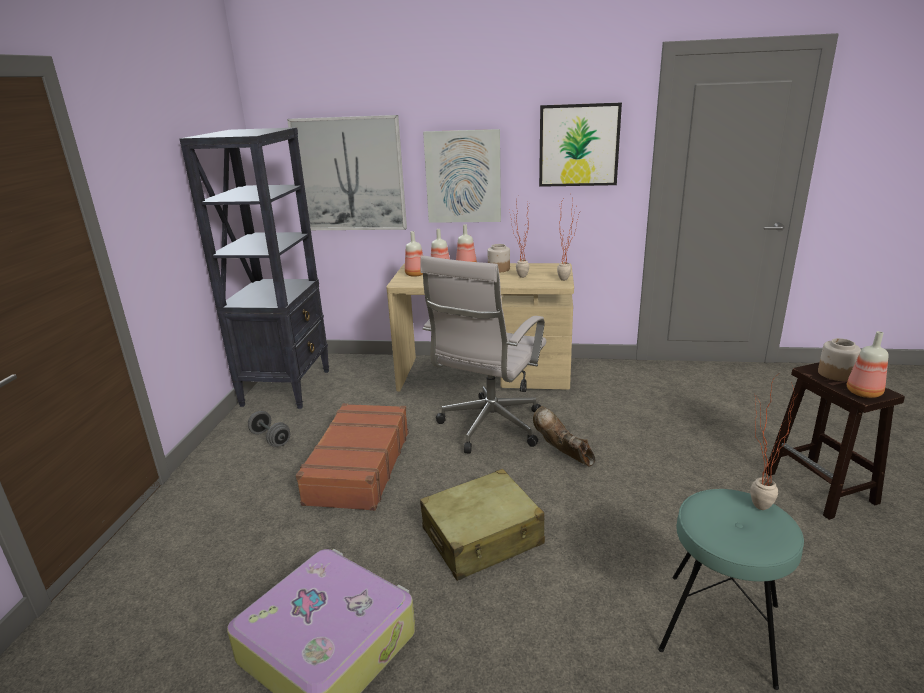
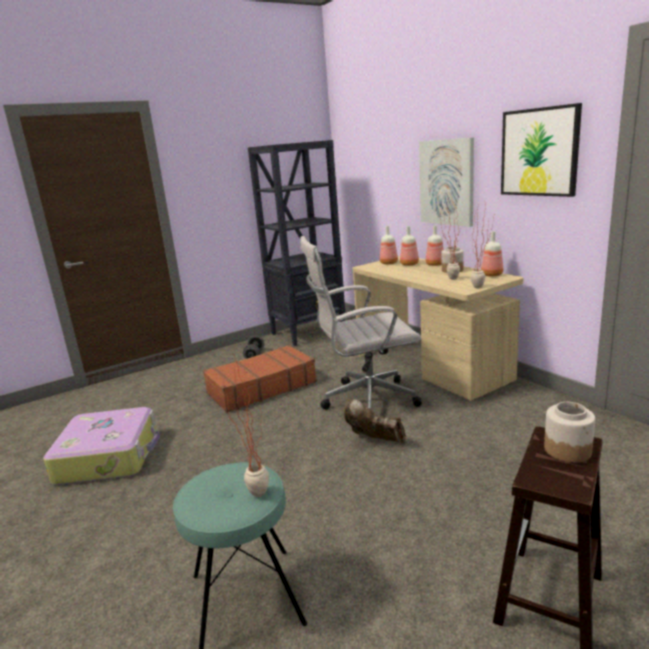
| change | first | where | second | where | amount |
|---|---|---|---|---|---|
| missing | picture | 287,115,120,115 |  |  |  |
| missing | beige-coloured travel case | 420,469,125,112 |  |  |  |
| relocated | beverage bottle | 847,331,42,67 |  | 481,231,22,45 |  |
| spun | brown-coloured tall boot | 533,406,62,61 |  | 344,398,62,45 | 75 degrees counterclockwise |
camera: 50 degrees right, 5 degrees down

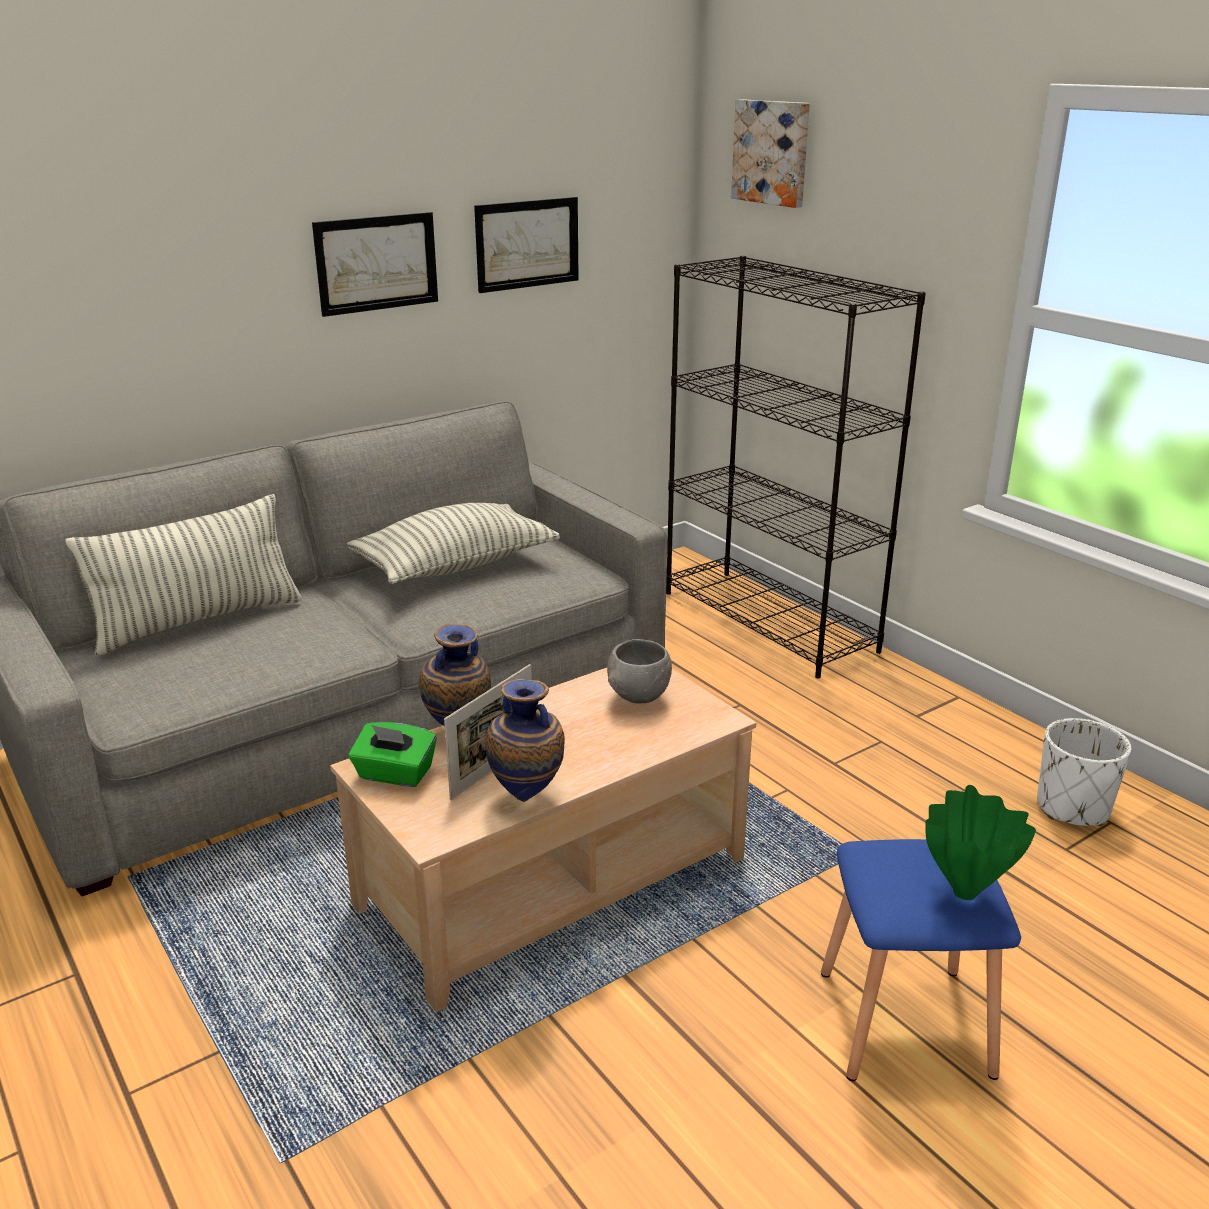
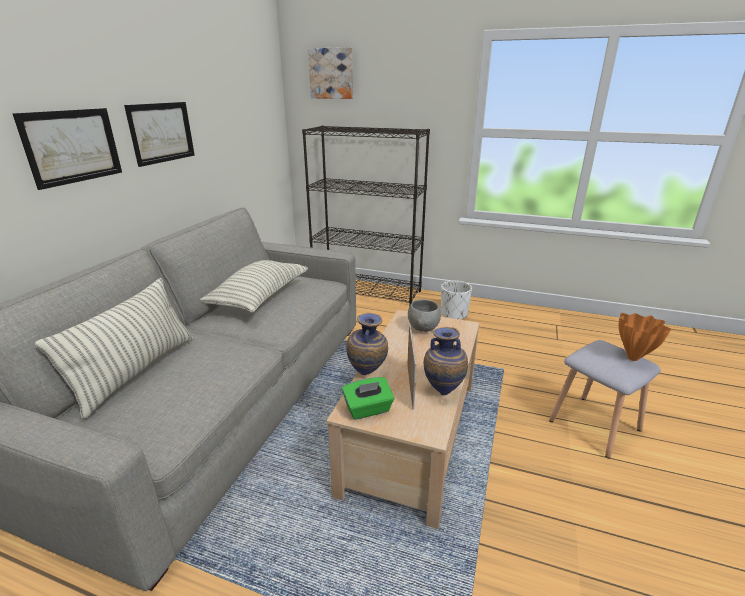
| change | first | where | second | where | amount |
|---|---|---|---|---|---|
| relocated | picture | 474,197,105,96 |  | 12,108,110,82 |  |
| relocated | white planter | 1037,718,94,108 |  | 441,280,31,39 |  |
| colour | bluish stool seat | 821,839,200,242 | gray stool seat | 549,340,112,118 |  |
| colour | green decorative vase | 925,785,111,115 | orange-coloured decorative vase | 619,313,52,48 |  |
camera: 35 degrees left, 0 degrees up

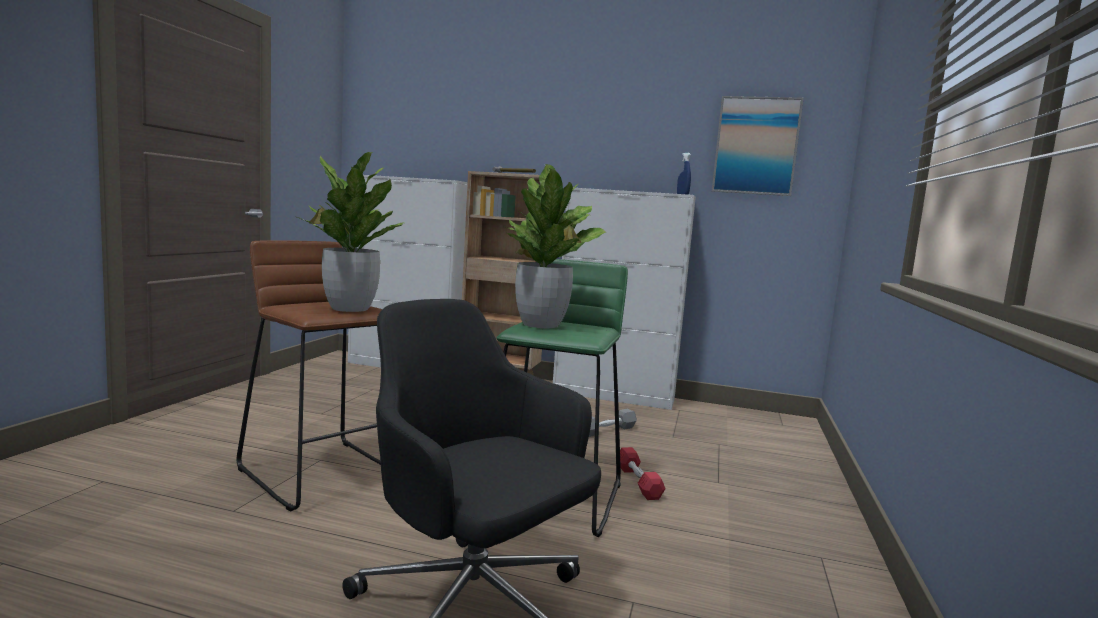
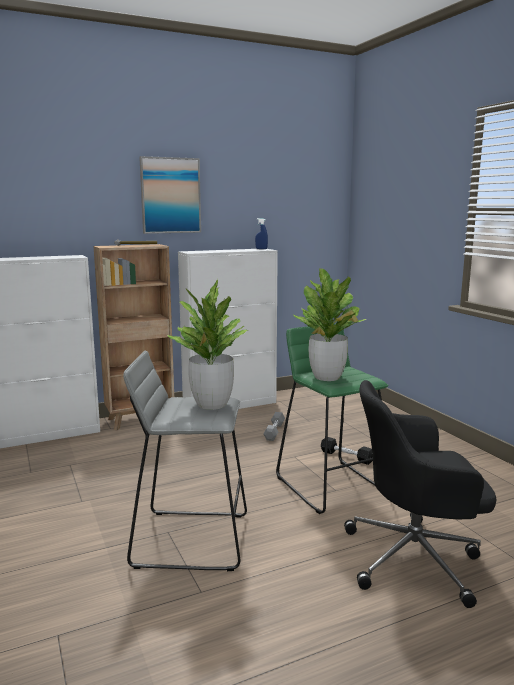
| change | first | where | second | where | amount |
|---|---|---|---|---|---|
| relocated | picture | 712,96,92,100 |  | 139,156,62,78 |  |
| colour | brown-coloured stool seat | 237,240,146,271 | gray stool seat | 123,351,124,220 |  |
| colour | red-coloured hand weight | 620,447,46,53 | black-coloured hand weight | 321,437,52,28 |  |
camera: 40 degrees left, 5 degrees up

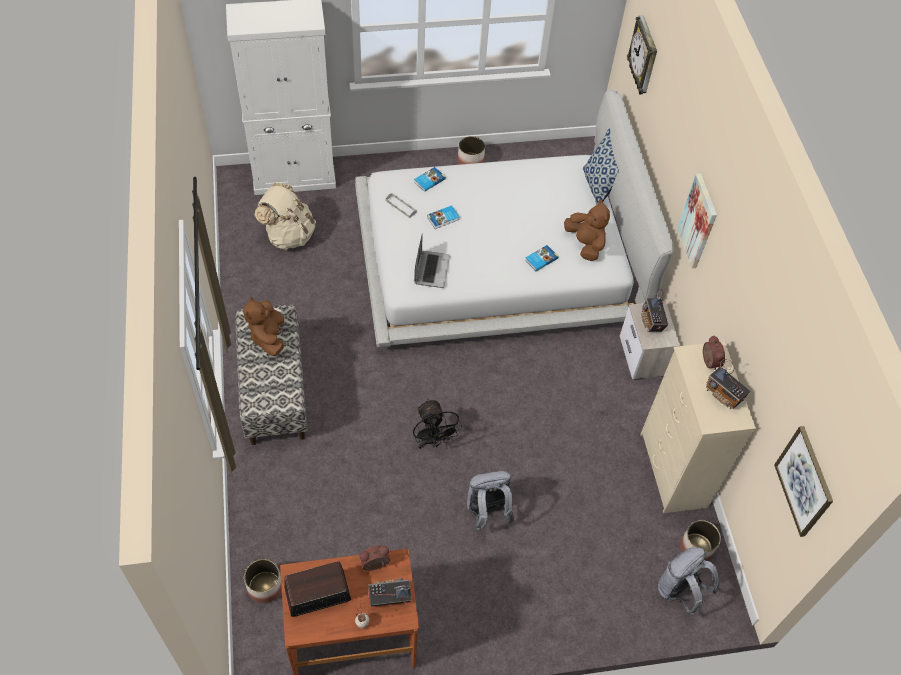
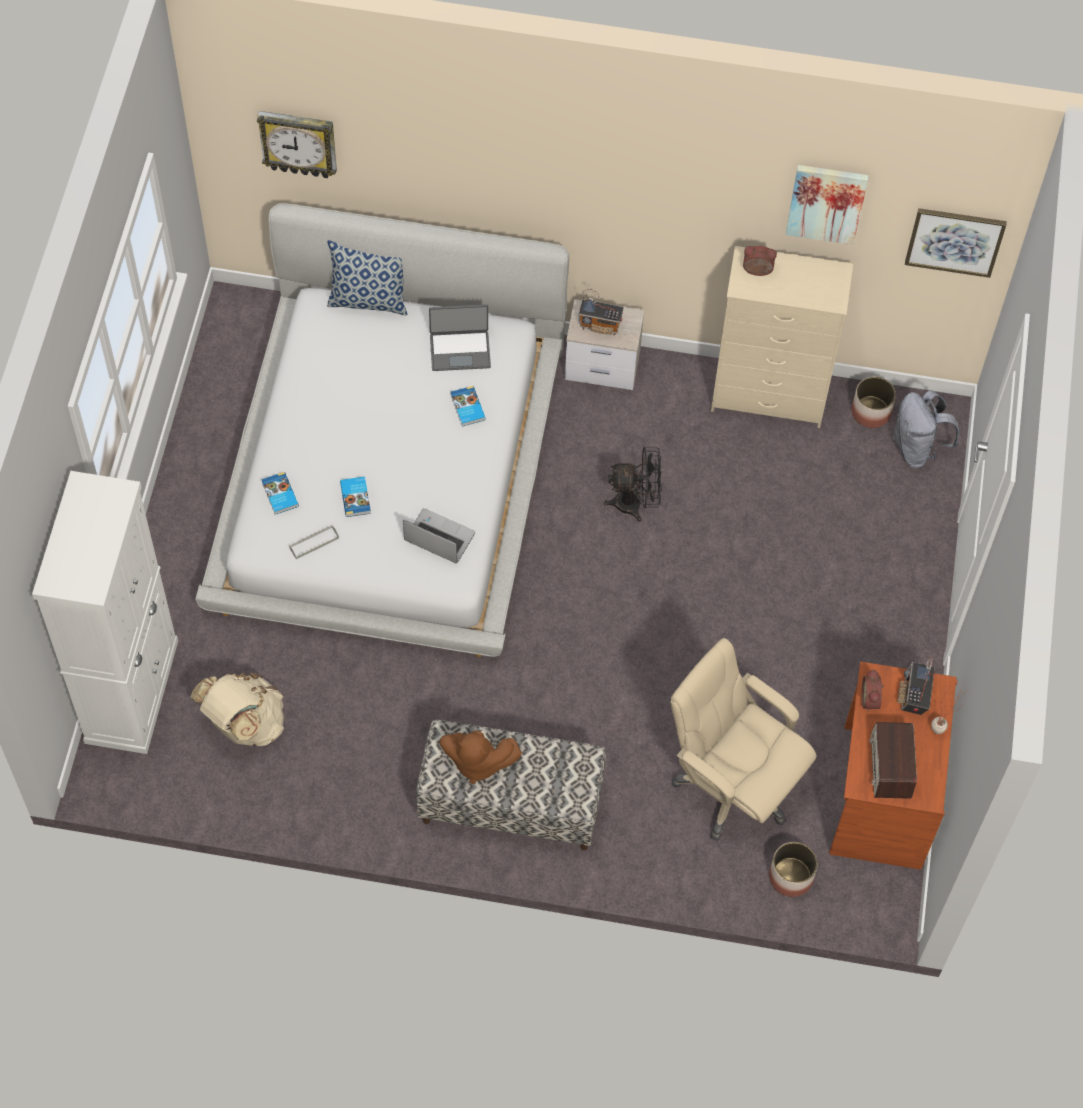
| change | first | where | second | where | amount |
|---|---|---|---|---|---|
| missing | planter | 457,136,28,29 |  |  |  |
| missing | gray knapsack | 466,471,48,60 |  |  |  |
| missing | radio receiver | 706,359,44,50 |  |  |  |
| appeared |  |  | beige-coloured desk chair | 671,638,145,202 |  |
| relocated | black-coloured cooling fan | 413,399,49,50 |  | 604,447,58,75 |  |
| relocated | picture | 677,173,40,96 |  | 786,165,83,80 |  |
| exchanged | brown-coloured plush toy | 564,199,46,62 | notebook computer | 429,304,62,67 |  |
camera: 70 degrees left, 5 degrees up

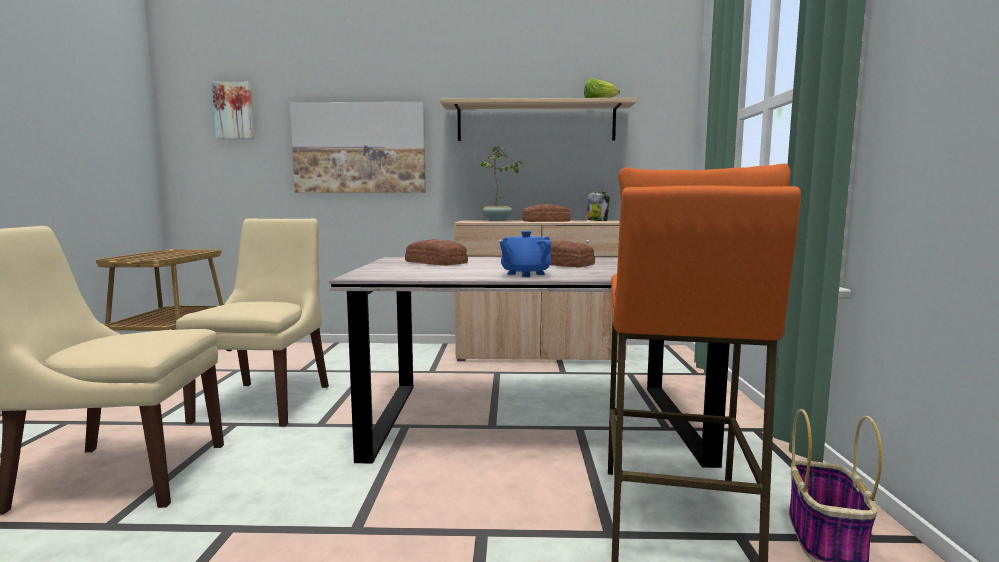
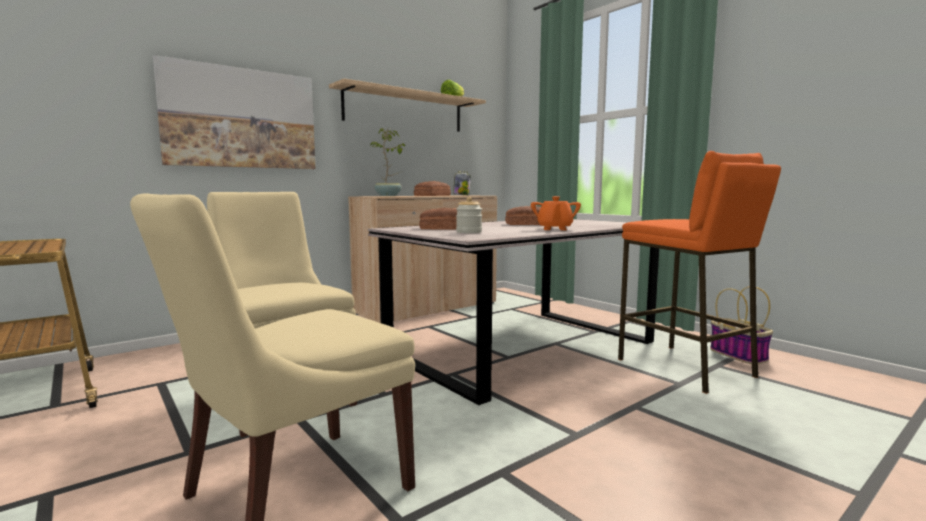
| change | first | where | second | where | amount |
|---|---|---|---|---|---|
| missing | picture | 212,82,42,57 |  |  |  |
| appeared |  |  | preserve jar | 456,197,26,36 |  |
| colour | bluish tea pot | 500,231,52,46 | orange-coloured tea pot | 531,196,50,34 |  |
camera: 40 degrees left, 0 degrees up

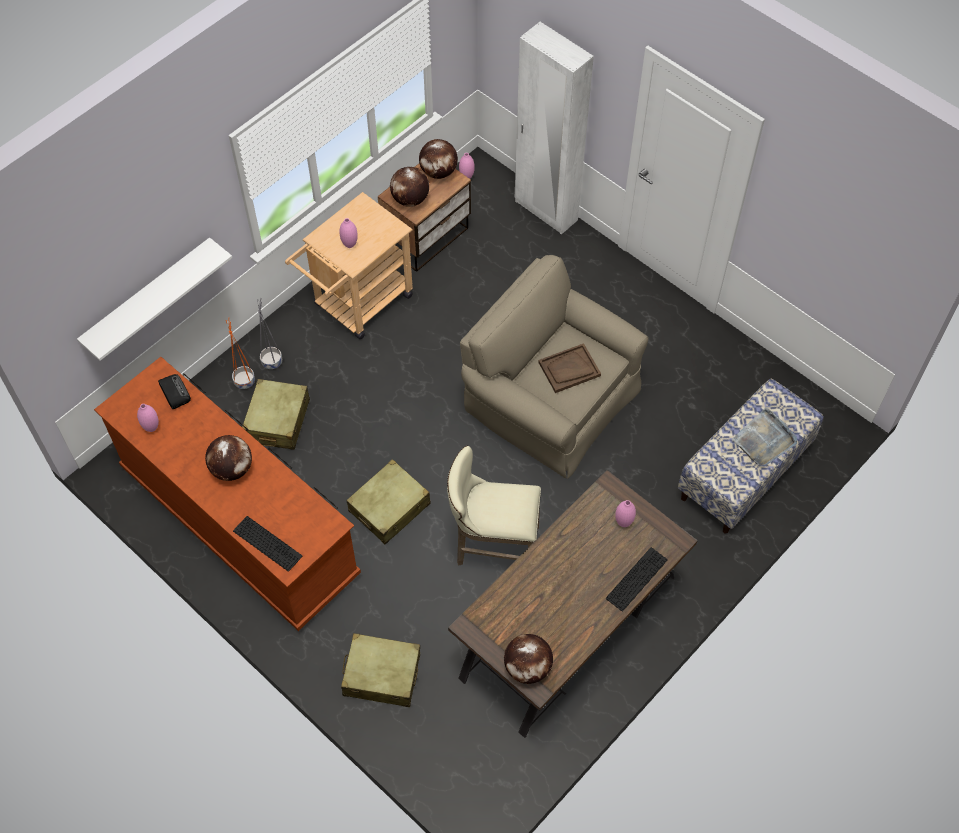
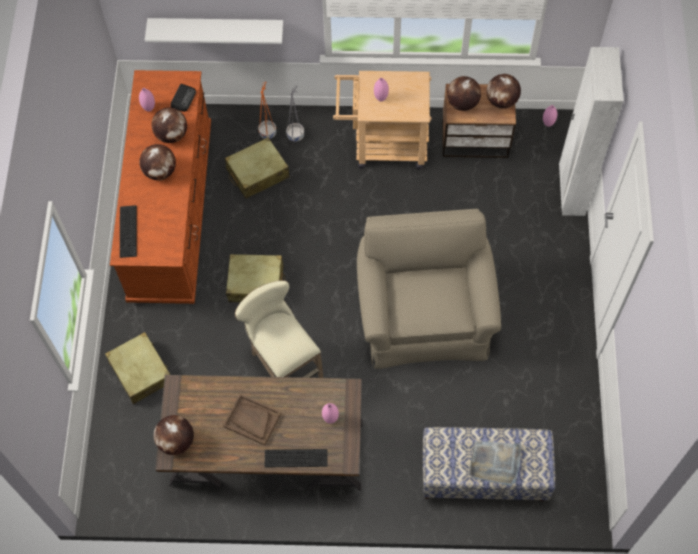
| change | first | where | second | where | amount |
|---|---|---|---|---|---|
| appeared |  |  | globe | 152,107,35,36 |  |
| relocated | brown-coloured tray | 538,343,63,50 |  | 223,394,58,51 |  |
camera: 50 degrees right, 5 degrees up

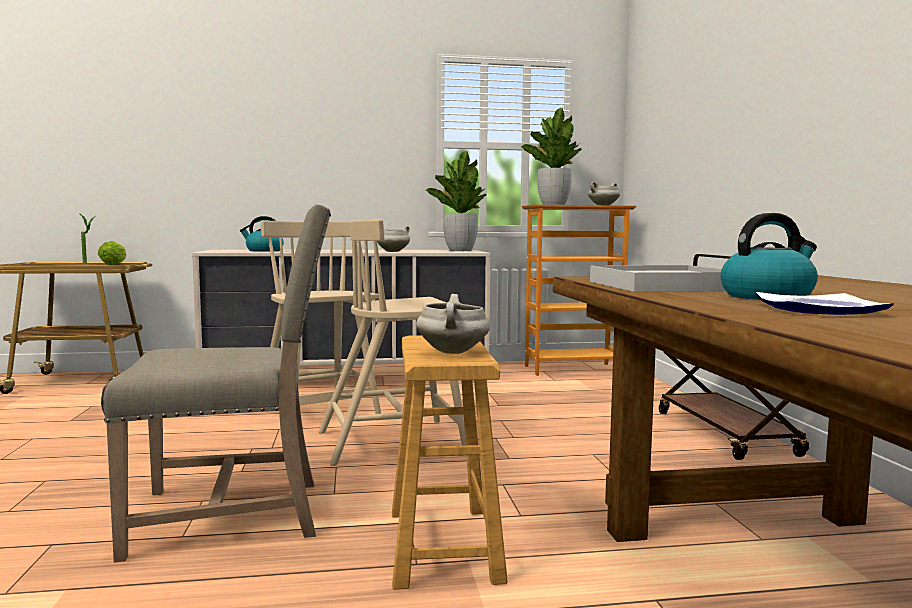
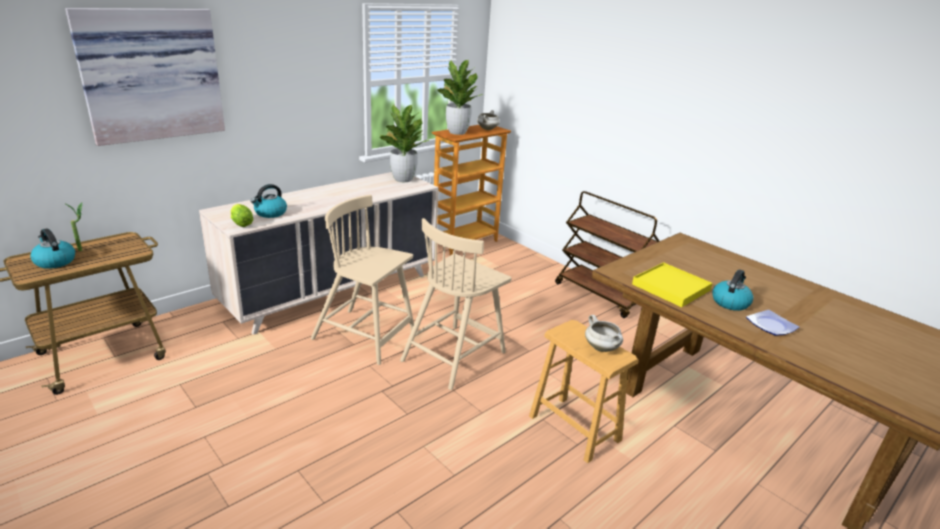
| change | first | where | second | where | amount |
|---|---|---|---|---|---|
| missing | beige-coloured upright chair | 101,205,230,358 |  |  |  |
| missing | white stockpot | 377,226,33,26 |  |  |  |
| appeared |  |  | tea kettle | 30,228,45,41 |  |
| appeared |  |  | picture | 65,8,160,138 |  |
| relocated | lettuce head | 98,241,28,24 |  | 230,204,24,23 |  |
| colour | white tray | 590,265,136,27 | yellow tray | 632,262,80,45 |  |
camera: 35 degrees left, 20 degrees up

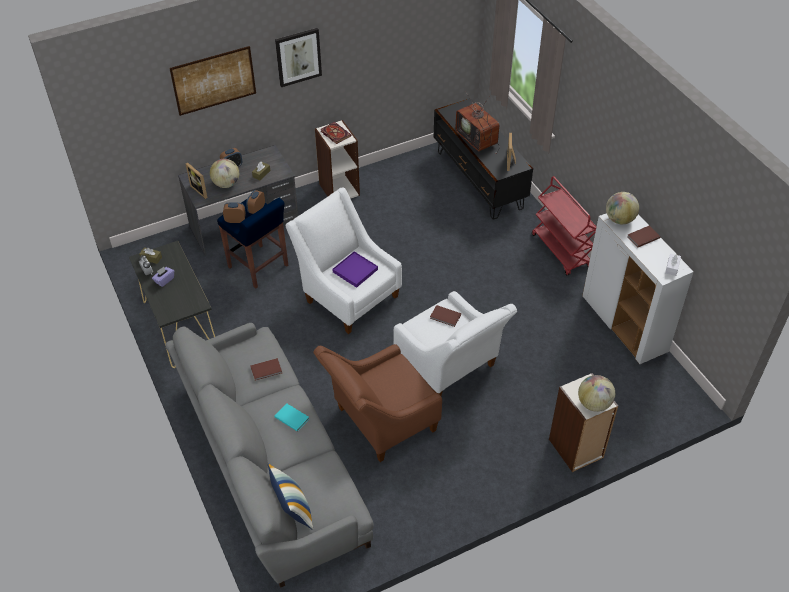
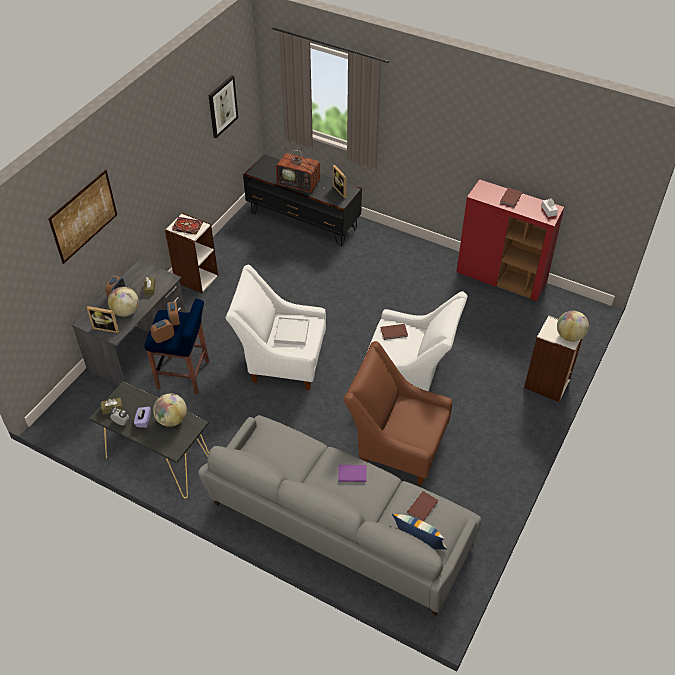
| change | first | where | second | where | amount |
|---|---|---|---|---|---|
| missing | red-coloured trolley | 532,176,65,100 |  |  |  |
| relocated | brown-coloured bound book | 250,358,32,23 |  | 407,491,31,31 |  |
| relocated | picture | 275,28,47,59 |  | 208,75,30,63 |  |
| relocated | globe | 606,192,33,32 |  | 153,394,34,33 |  |
| colour | turquoise-coloured bound book | 274,403,35,29 | purplish bound book | 338,465,29,17 |  |
| colour | purplish tray | 332,251,46,37 | white tray | 274,317,35,28 |  |
| colour | white cupboard | 582,213,112,151 | red-coloured cupboard | 457,179,107,123 |  |
| spun | brown-coloured armchair | 313,344,129,118 |  | 343,341,109,145 | 90 degrees clockwise |
camera: 35 degrees left, 0 degrees up

